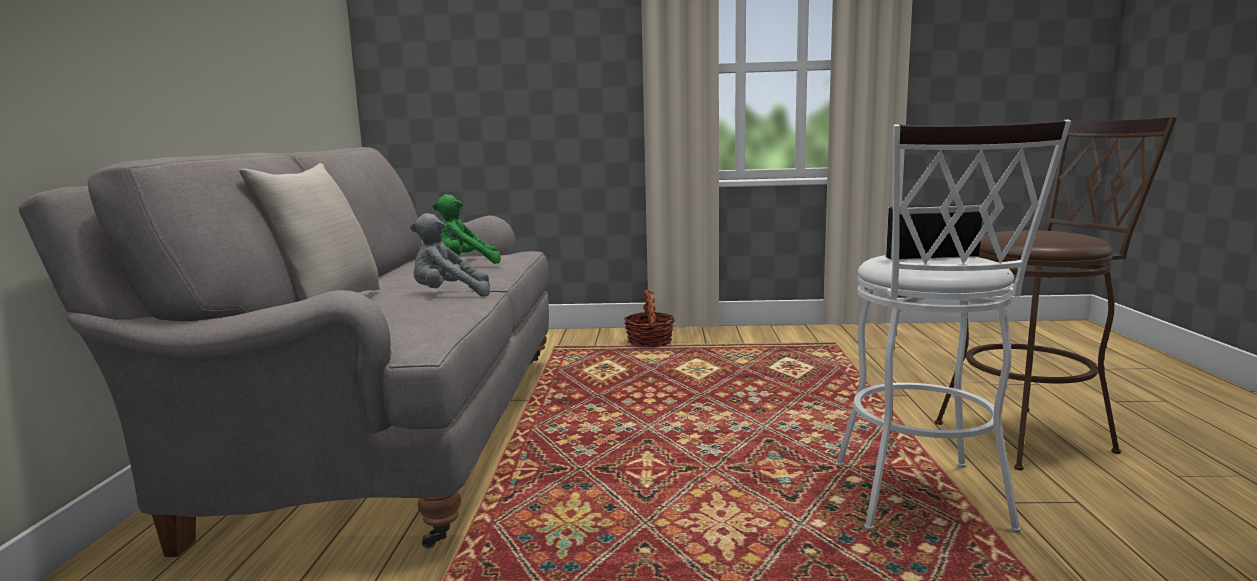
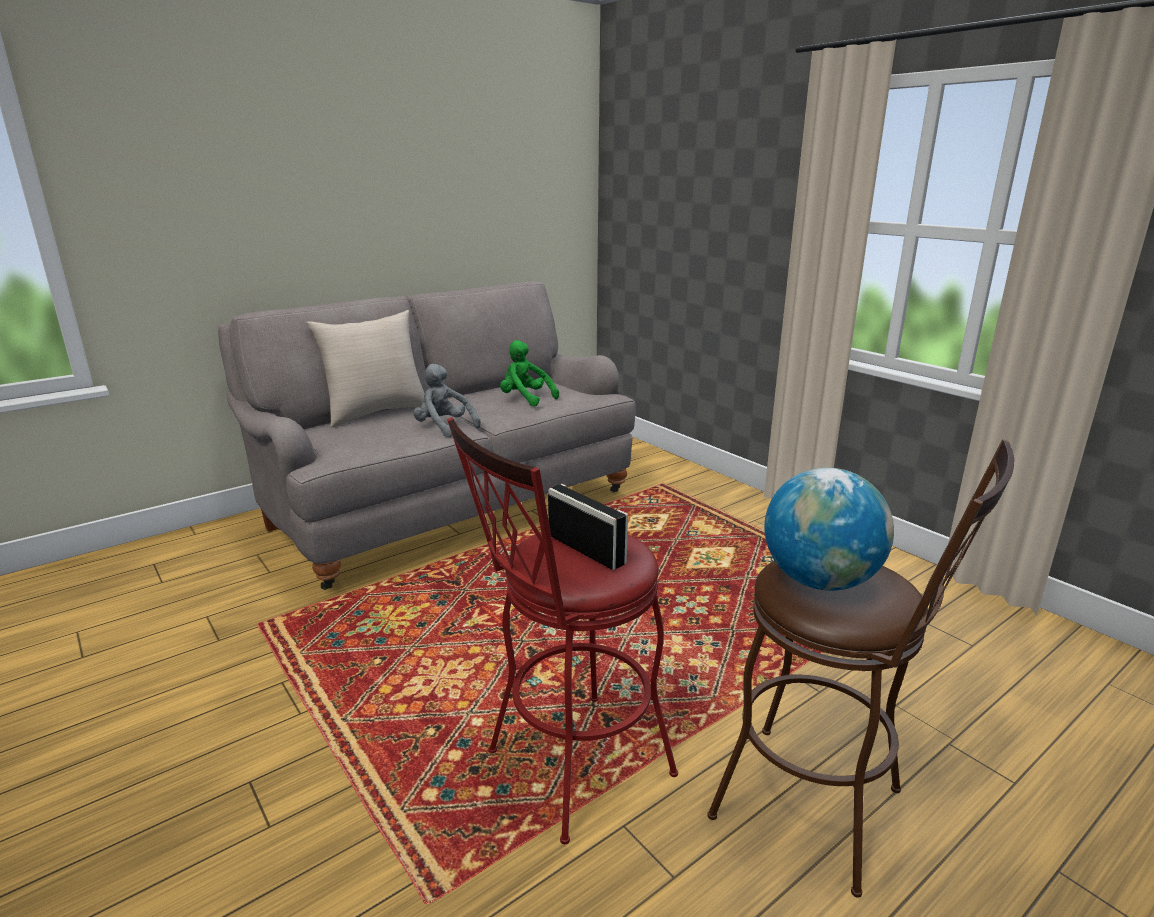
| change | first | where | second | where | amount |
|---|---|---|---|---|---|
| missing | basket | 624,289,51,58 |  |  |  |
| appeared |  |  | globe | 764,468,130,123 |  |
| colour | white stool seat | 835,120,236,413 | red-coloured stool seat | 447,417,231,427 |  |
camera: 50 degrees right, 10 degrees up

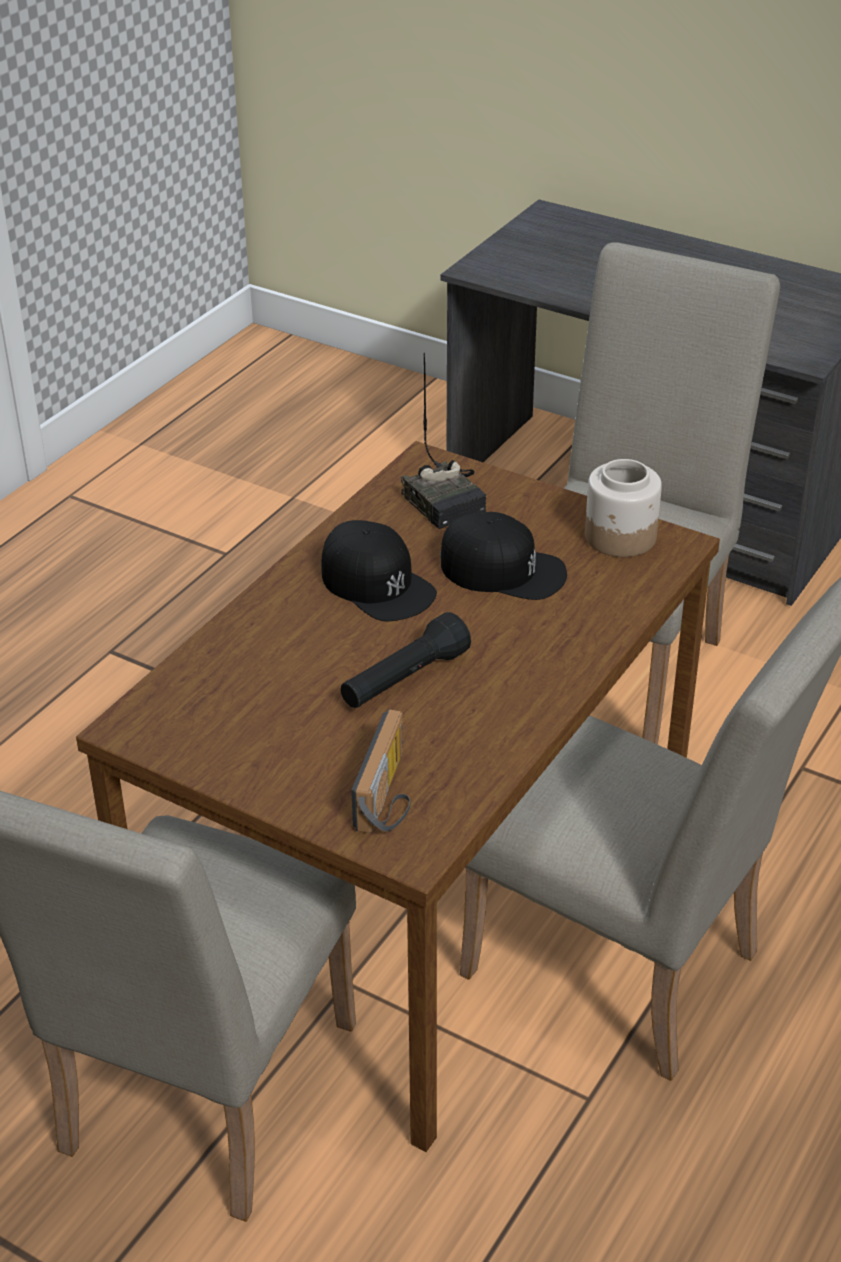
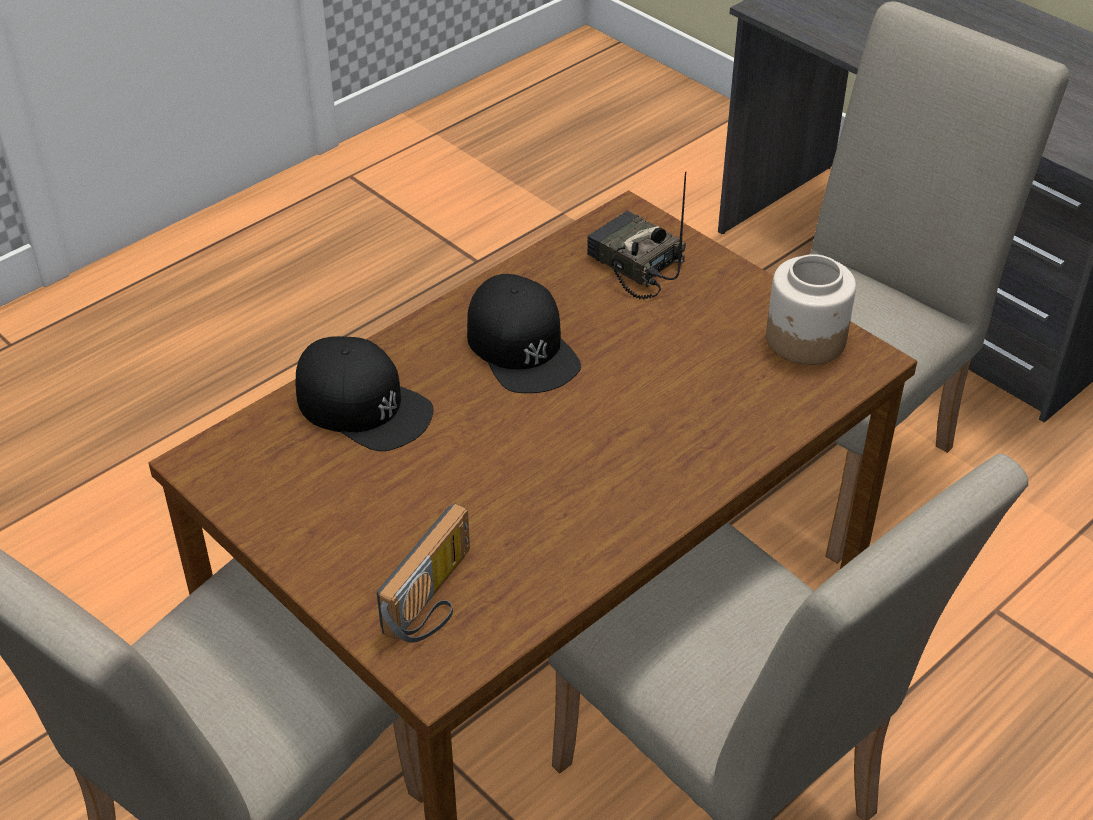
| change | first | where | second | where | amount |
|---|---|---|---|---|---|
| missing | black-coloured torch | 341,612,130,96 |  |  |  |
| relocated | black-coloured baseball cap | 440,512,127,88 |  | 296,336,138,115 |  |
| spun | radio receiver | 401,353,85,176 |  | 587,171,99,128 | 150 degrees clockwise |
camera: 15 degrees right, 5 degrees up

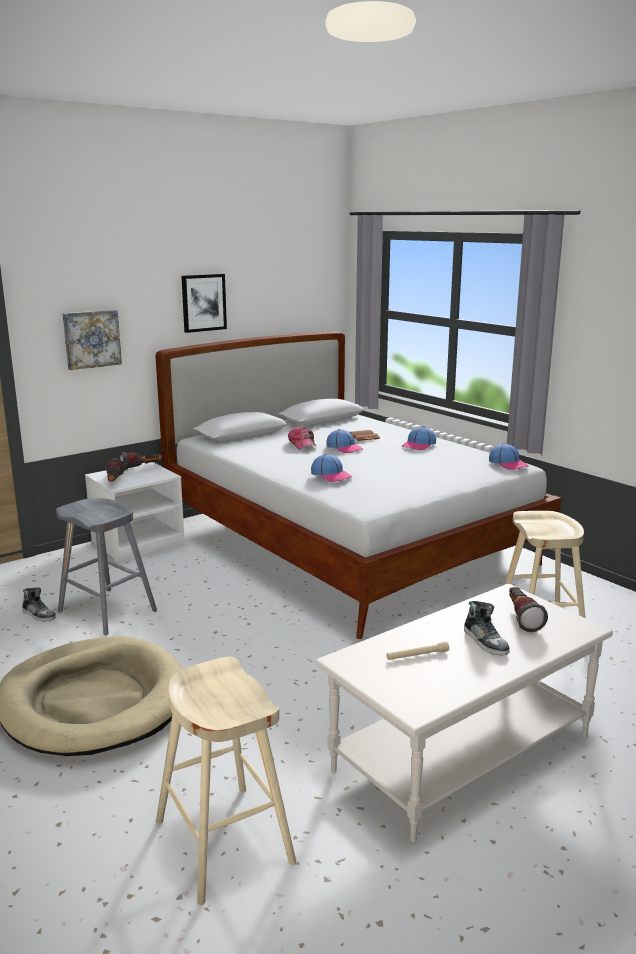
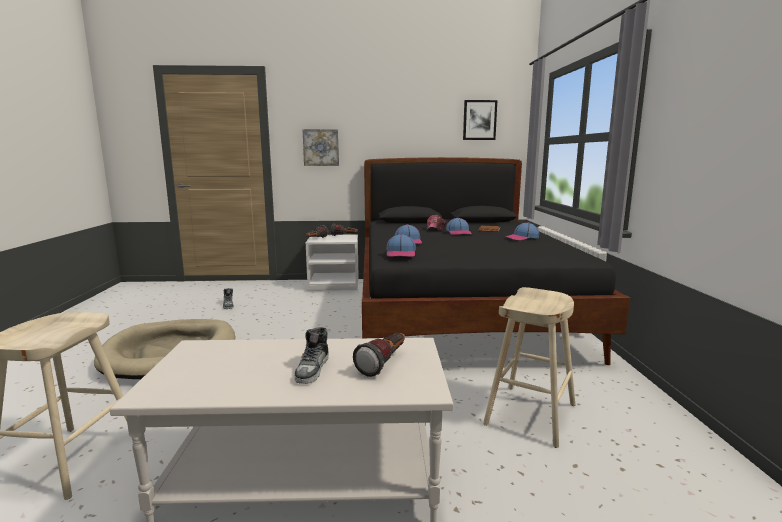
| change | first | where | second | where | amount |
|---|---|---|---|---|---|
| missing | gray stool seat | 56,498,101,137 |  |  |  |
| missing | beige-coloured torch | 386,642,63,18 |  |  |  |
| relocated | picture | 181,274,46,59 |  | 463,100,34,40 |  |
| relocated | baseball cap | 489,443,40,27 |  | 387,234,29,23 |  |
| colour | white bed | 156,332,405,307 | black-coloured bed | 362,157,268,208 |  |
camera: 35 degrees right, 5 degrees down

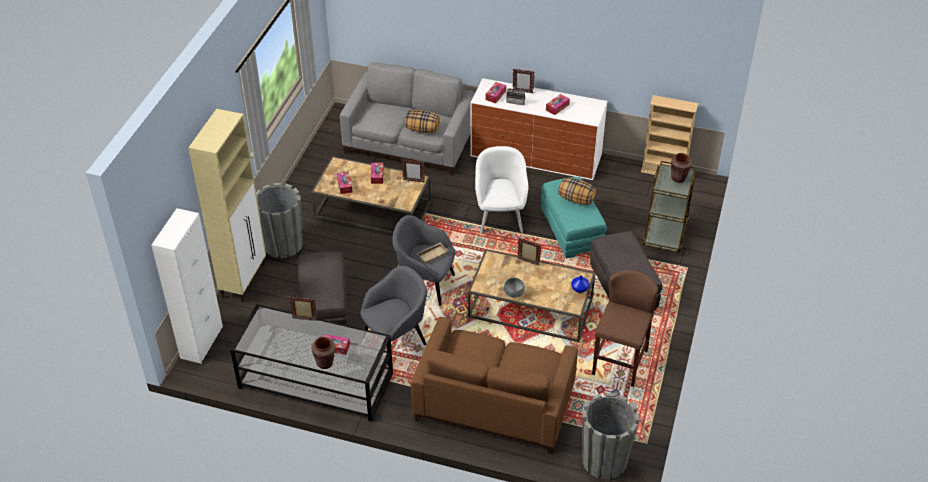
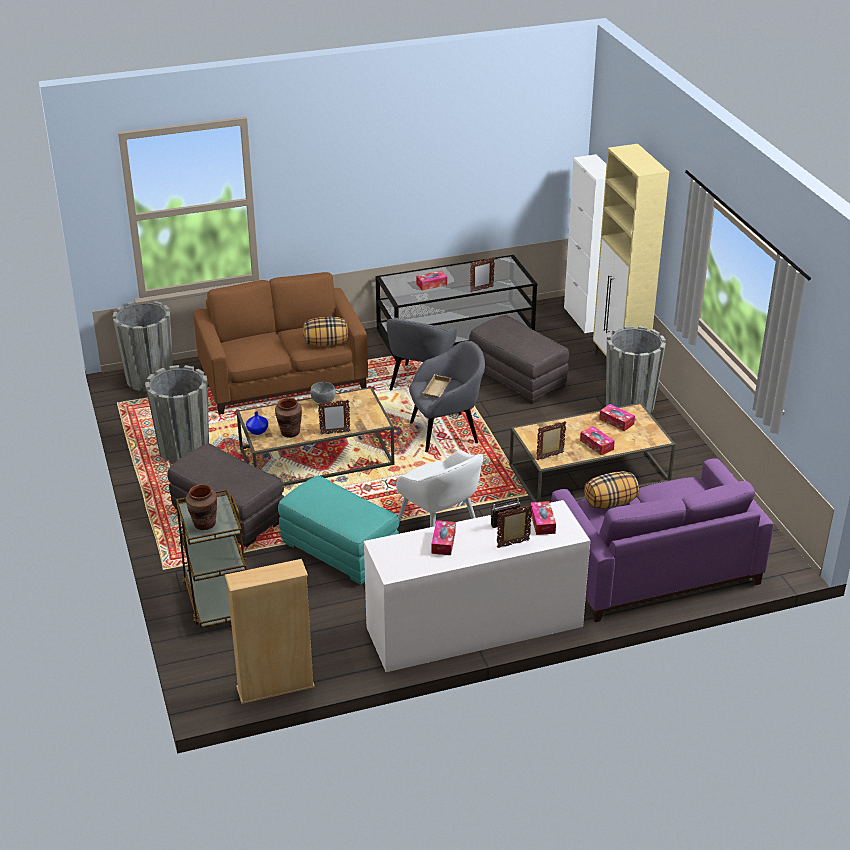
| change | first | where | second | where | amount |
|---|---|---|---|---|---|
| relocated | brown-coloured decorative vase | 312,337,23,32 |  | 275,398,27,40 |  |
| relocated | pillow | 558,177,38,28 |  | 303,317,45,29 |  |
| exchanged | brown-coloured stool seat | 592,270,66,117 | gray planter | 145,365,64,98 |  |
| colour | gray settee | 340,62,135,113 | purplish settee | 551,458,223,164 |  |
camera: 145 degrees right, 10 degrees down

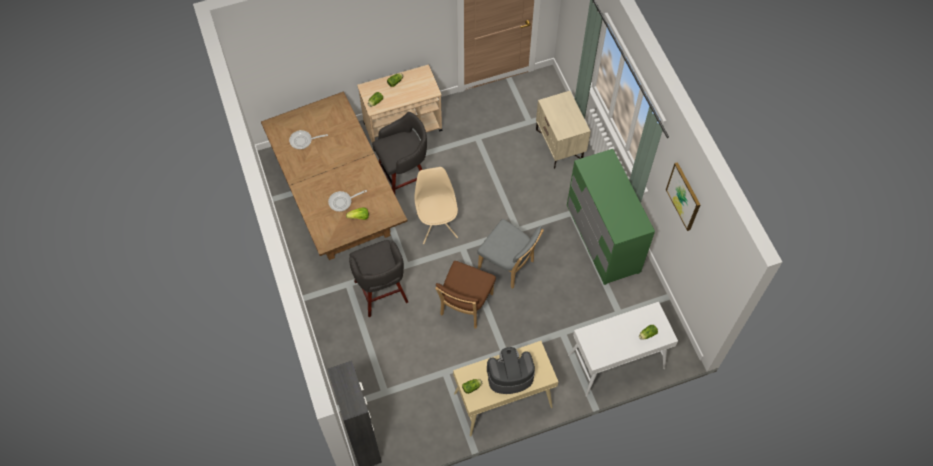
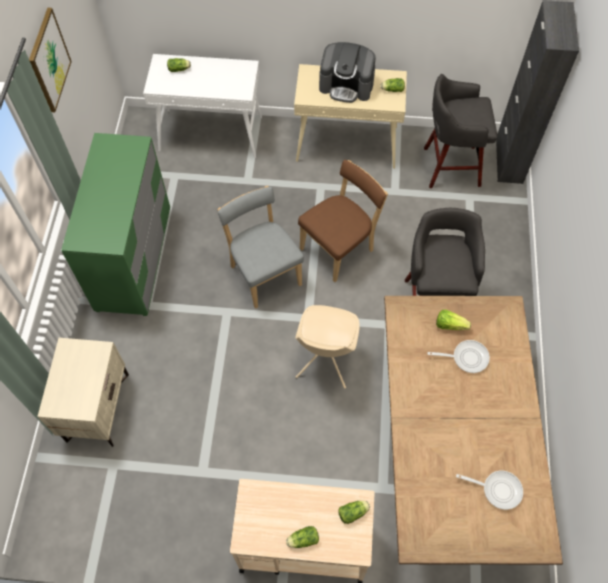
| change | first | where | second | where | amount |
|---|---|---|---|---|---|
| relocated | gray stool seat | 372,112,55,82 |  | 424,74,73,114 |  |
camera: 155 degrees left, 0 degrees up

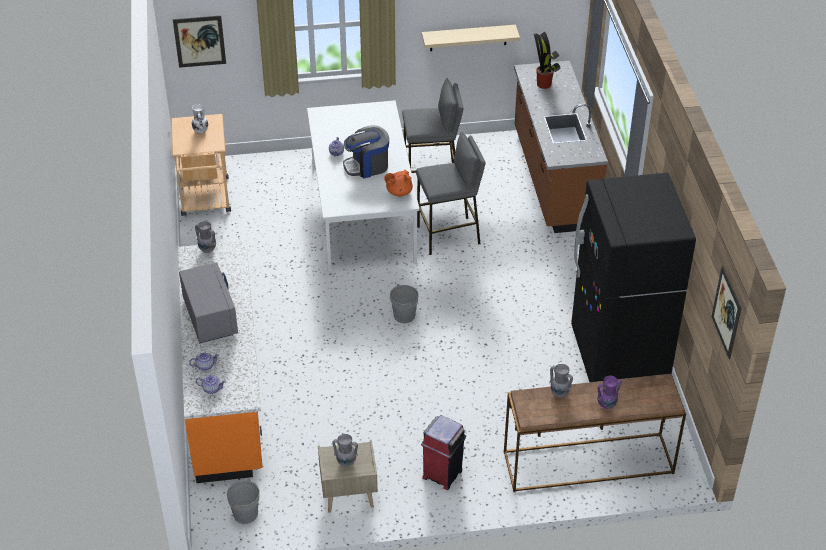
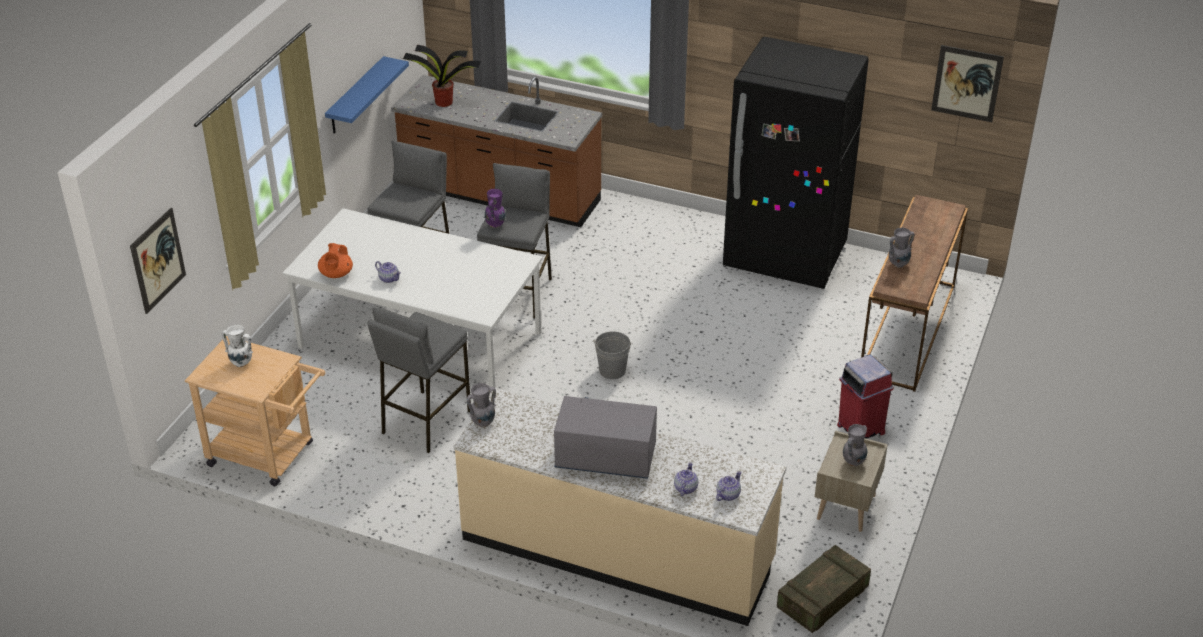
| change | first | where | second | where | amount |
|---|---|---|---|---|---|
| missing | coffee brewer | 343,125,46,53 |  |  |  |
| appeared |  |  | gray stool seat | 368,307,103,146 |  |
| relocated | orange-coloured tea pot | 384,170,29,27 |  | 318,243,35,35 |  |
| relocated | purplish decorative vase | 597,376,25,33 |  | 485,189,21,39 |  |
| exchanged | gray bucket | 227,479,33,45 | shipping crate | 777,545,94,88 |  |
| colour | orange-coloured kitchen counter | 178,240,85,243 | beige-coloured kitchen counter | 454,388,333,238 |  |
| colour | beige-coloured wall shelf | 422,25,98,26 | bluish wall shelf | 325,56,84,78 |  |
camera: 60 degrees left, 5 degrees down

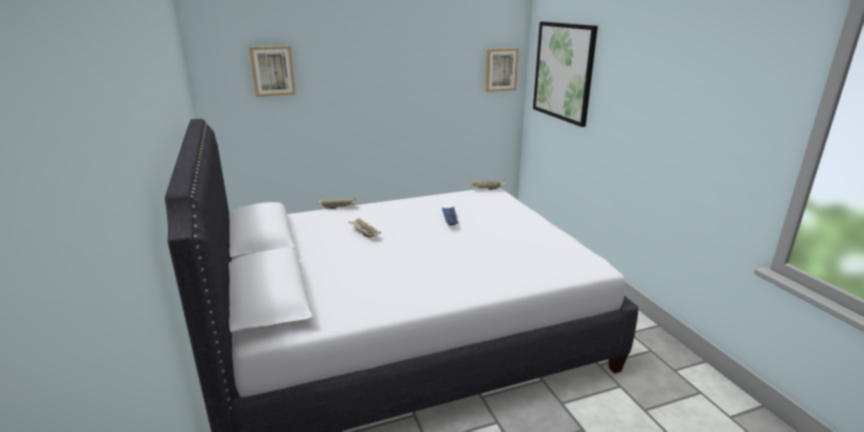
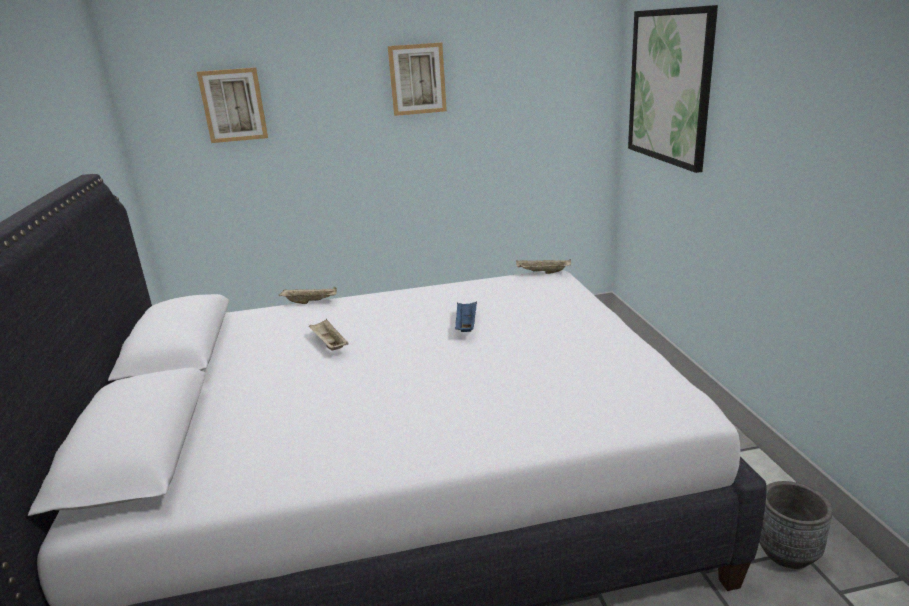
| change | first | where | second | where | amount |
|---|---|---|---|---|---|
| appeared |  |  | gray planter | 759,481,74,88 |  |
| relocated | picture | 485,48,34,44 |  | 388,42,59,74 |  |
camera: 10 degrees right, 0 degrees up

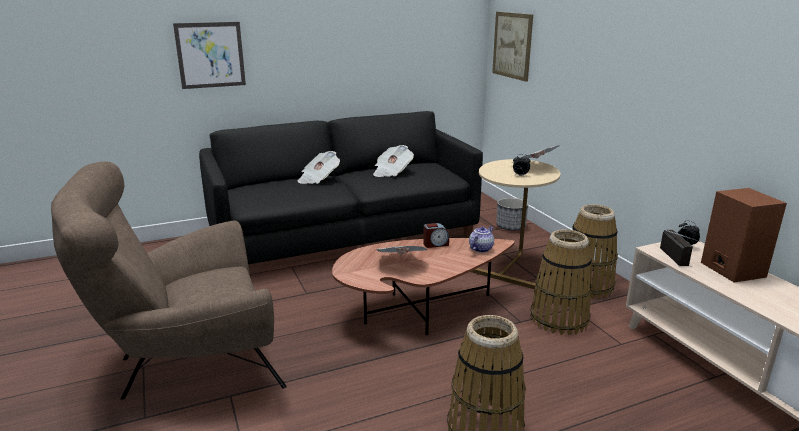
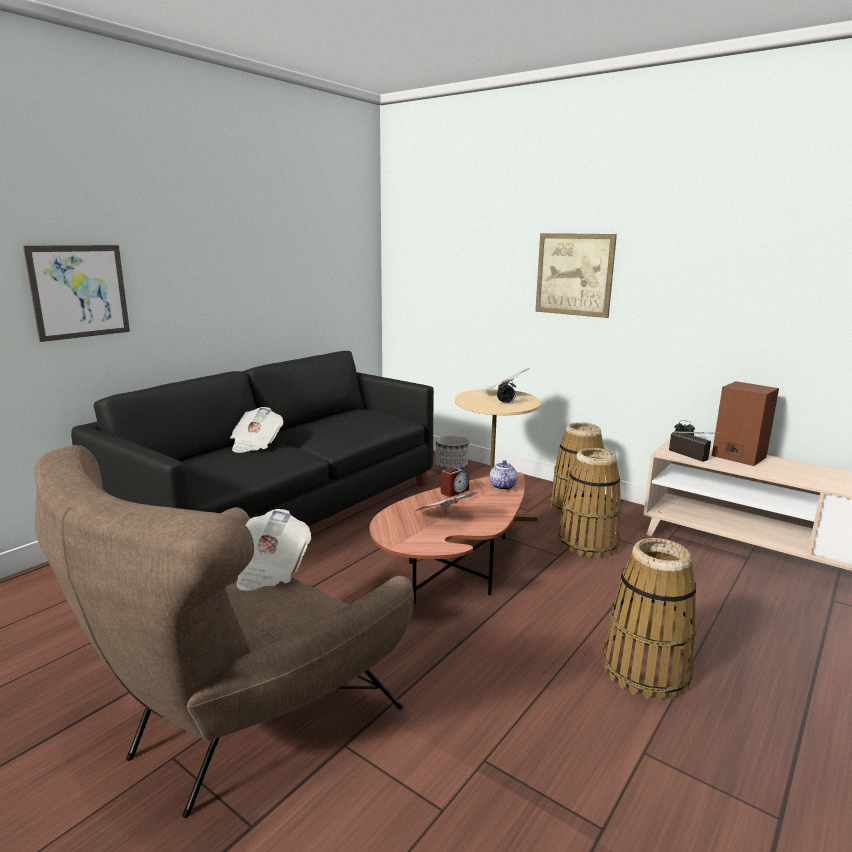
| change | first | where | second | where | amount |
|---|---|---|---|---|---|
| relocated | daily paper | 373,145,41,32 |  | 236,509,75,82 |  |
| relocated | picture | 492,12,41,70 |  | 535,233,82,85 |  |
camera: 30 degrees left, 5 degrees down

